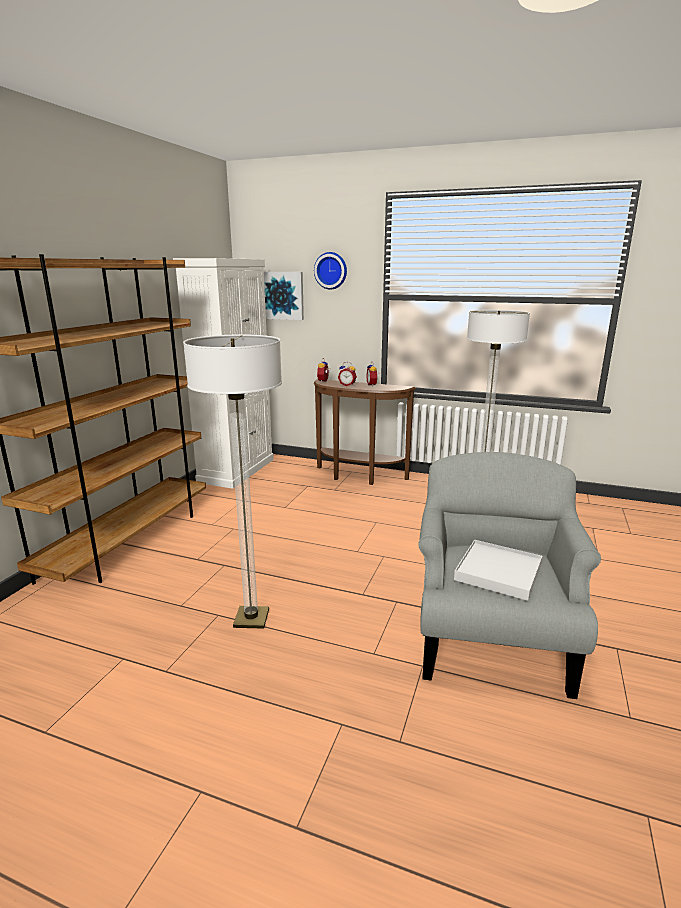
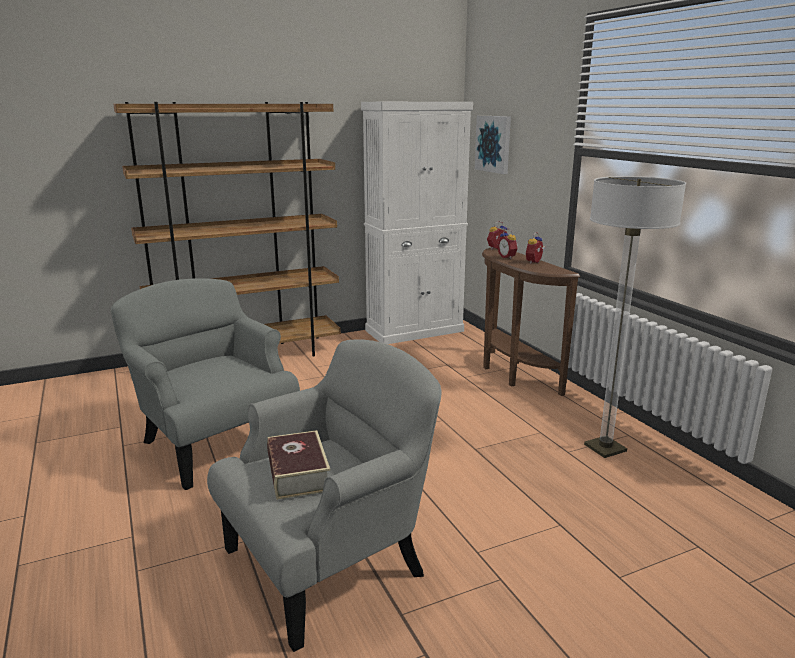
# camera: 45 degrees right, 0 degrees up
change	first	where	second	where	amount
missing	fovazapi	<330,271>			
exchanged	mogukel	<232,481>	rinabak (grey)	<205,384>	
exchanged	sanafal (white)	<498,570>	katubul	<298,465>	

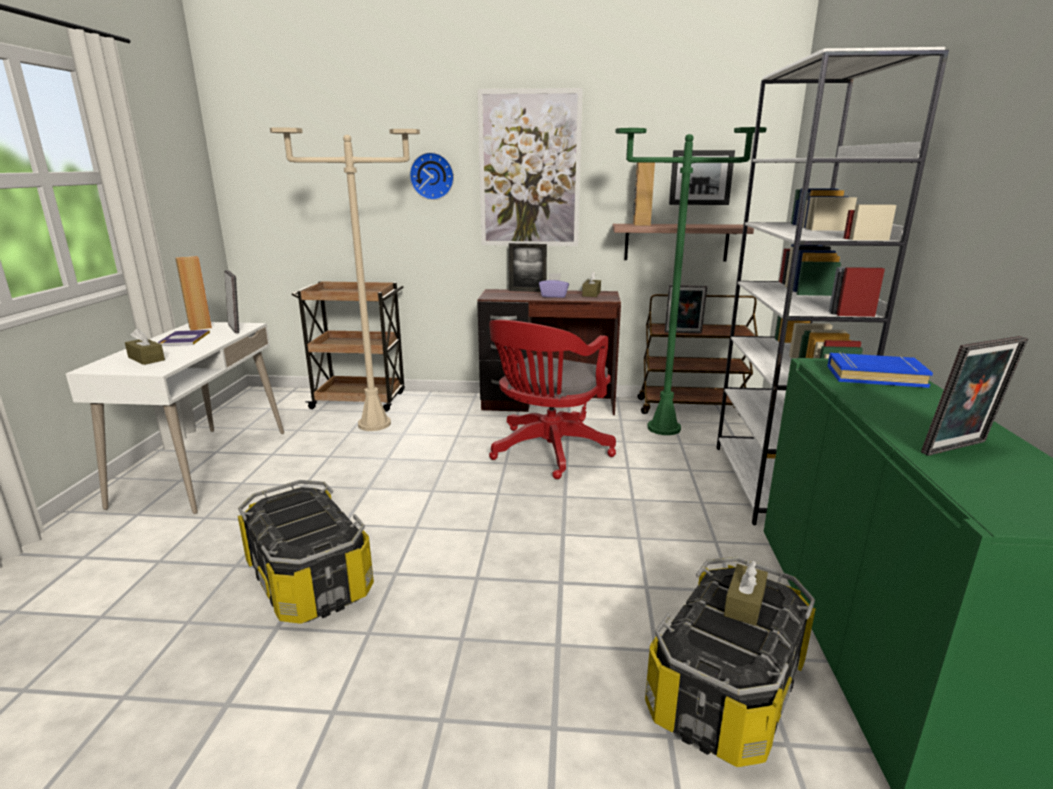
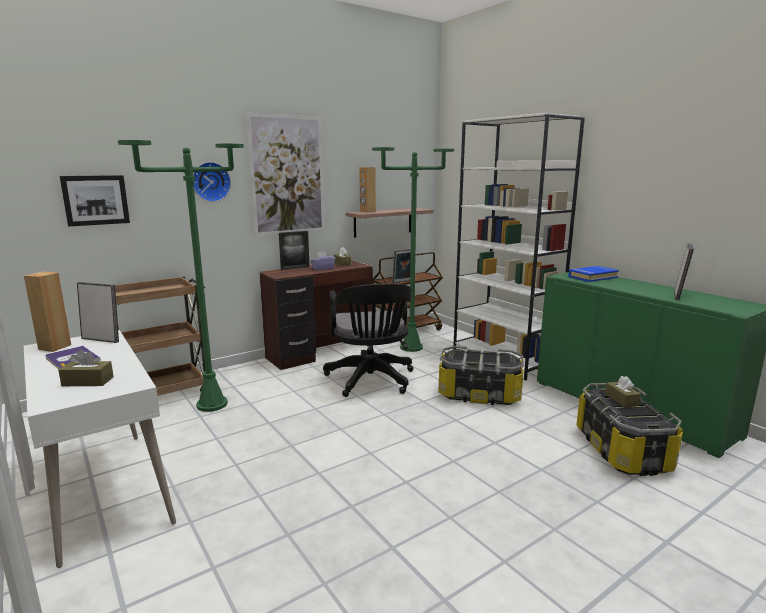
# camera: 40 degrees left, 5 degrees down
change	first	where	second	where	amount
relocated	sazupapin	<306,552>		<481,375>	
relocated	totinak	<702,177>		<95,201>	
colour	mogukel (beige)	<345,279>	mogukel (green)	<181,276>	
colour	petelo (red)	<552,399>	petelo (black)	<368,340>	

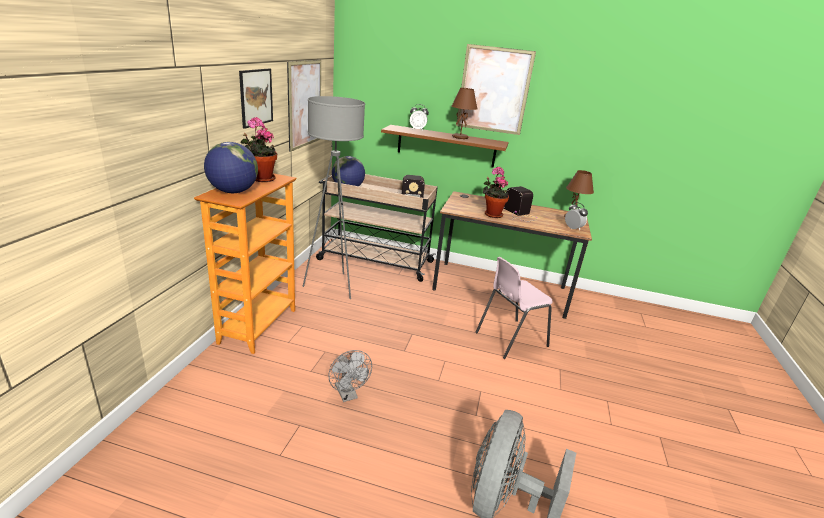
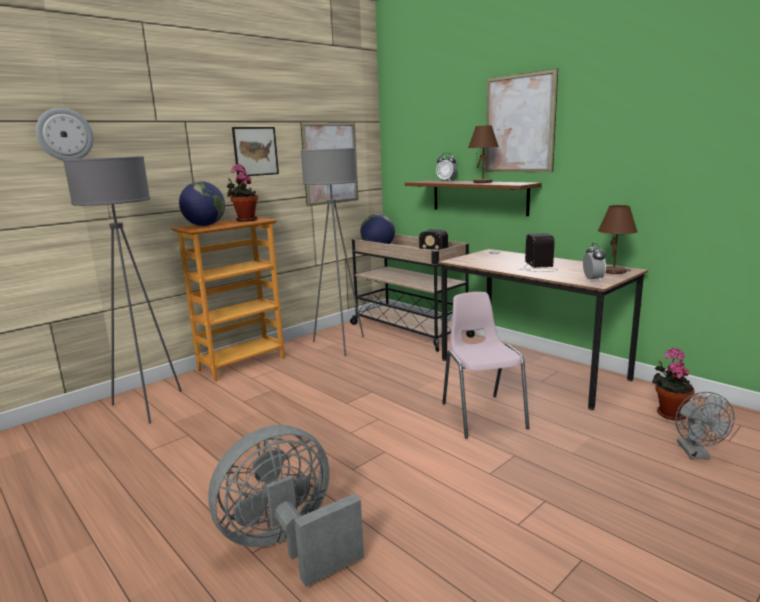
# camera: 35 degrees right, 10 degrees down
change	first	where	second	where	amount
appeared			fovazapi	<65,134>	
appeared			mogukel (grey)	<122,290>	
relocated	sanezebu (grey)	<350,376>		<705,425>	
relocated	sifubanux	<496,192>		<673,384>	
spun	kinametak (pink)	<514,308>		<485,365>	75 degrees clockwise

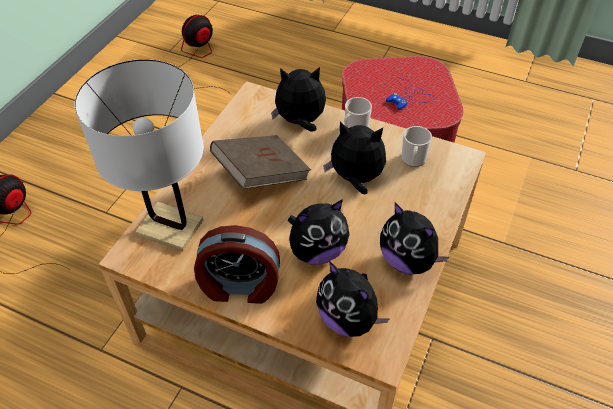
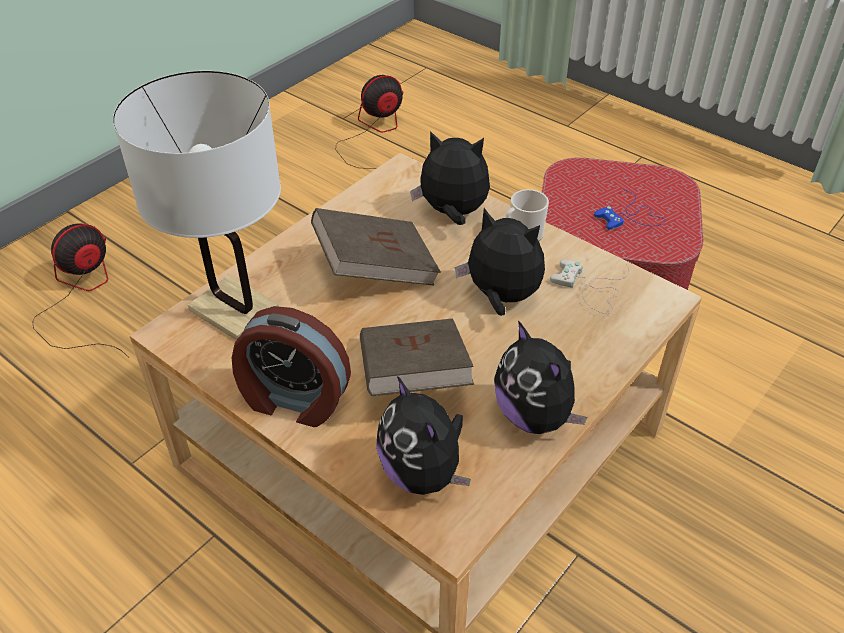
# camera: 15 degrees right, 5 degrees down
change	first	where	second	where	amount
exchanged	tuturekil	<318,232>	katubul (brown)	<417,357>	
exchanged	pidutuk	<416,146>	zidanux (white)	<589,286>	

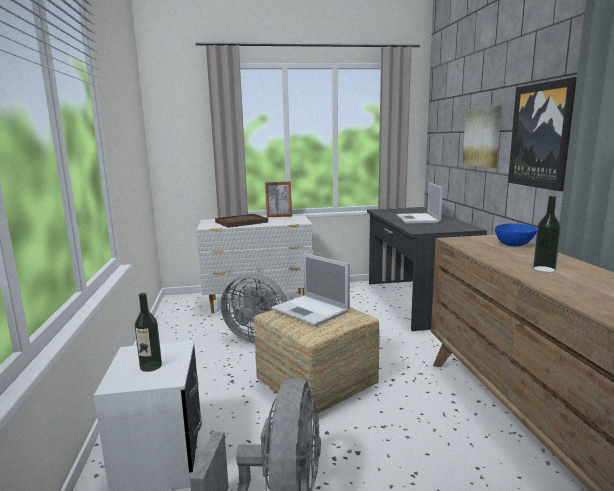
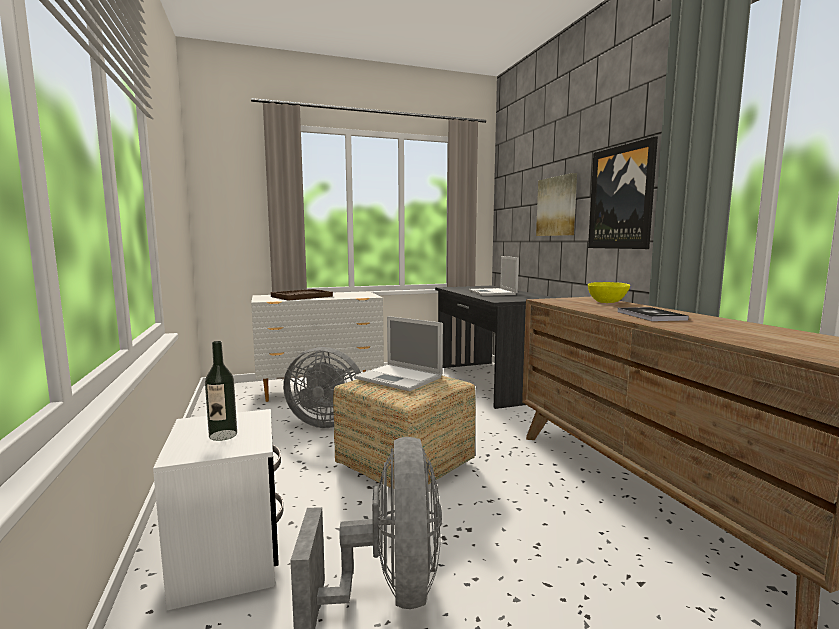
# camera: 10 degrees left, 5 degrees down
change	first	where	second	where	amount
missing	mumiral	<278,199>			
exchanged	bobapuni	<547,234>	katubul	<653,314>	
colour	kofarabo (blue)	<516,235>	kofarabo (yellow)	<609,292>	

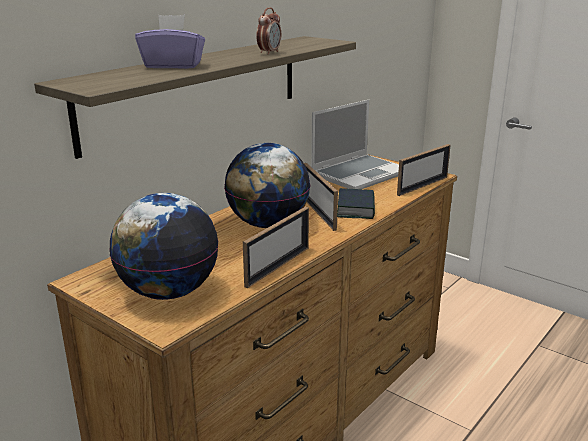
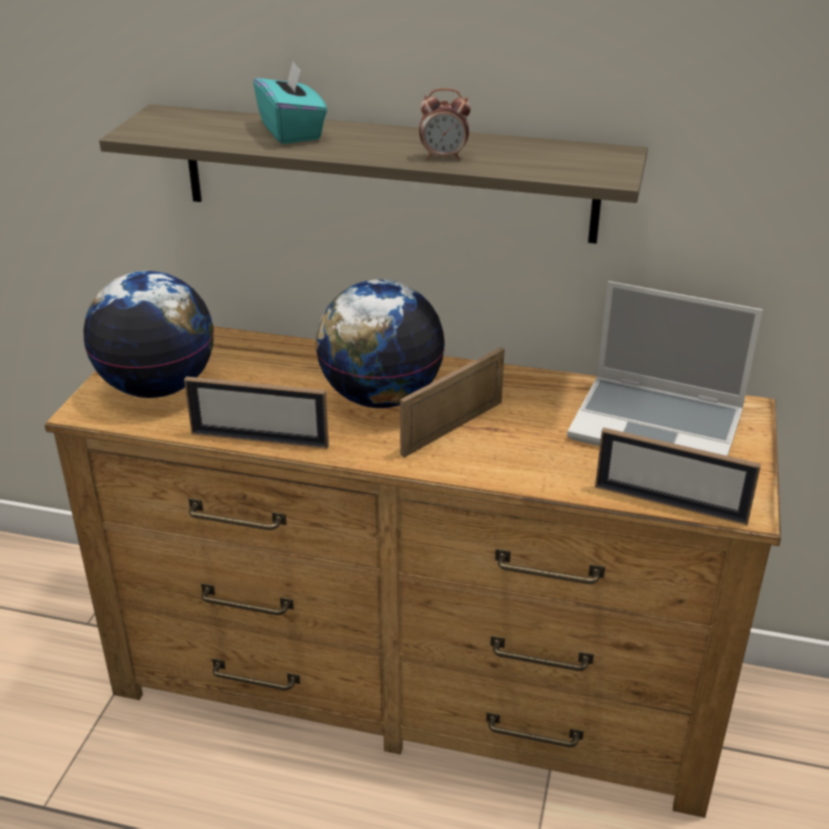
# camera: 65 degrees right, 10 degrees up
change	first	where	second	where	amount
missing	katubul	<356,203>			
colour	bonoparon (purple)	<170,42>	bonoparon (turquoise)	<290,102>	

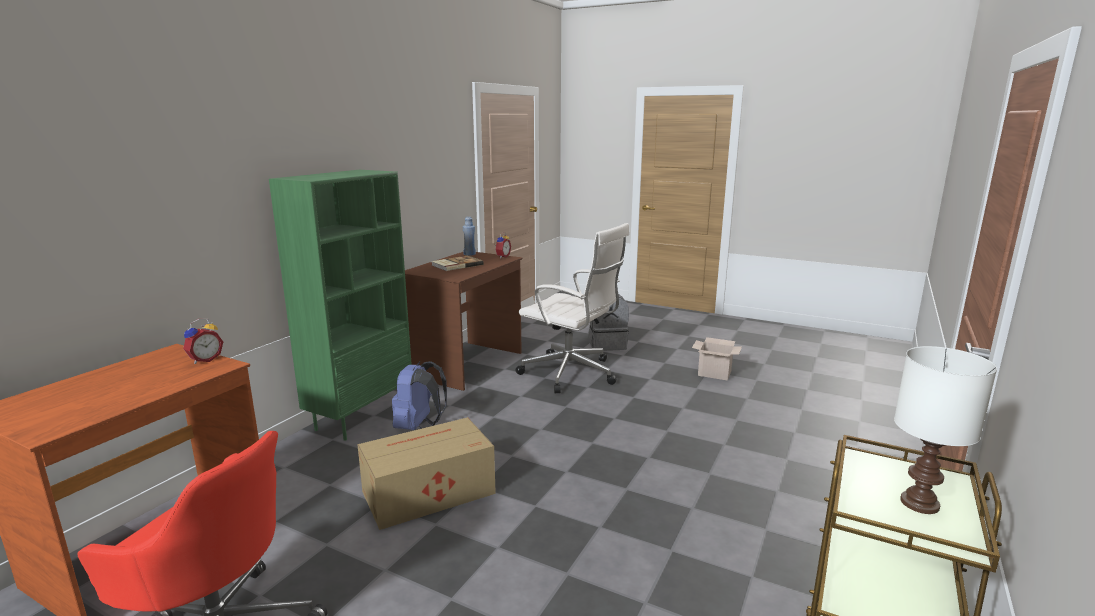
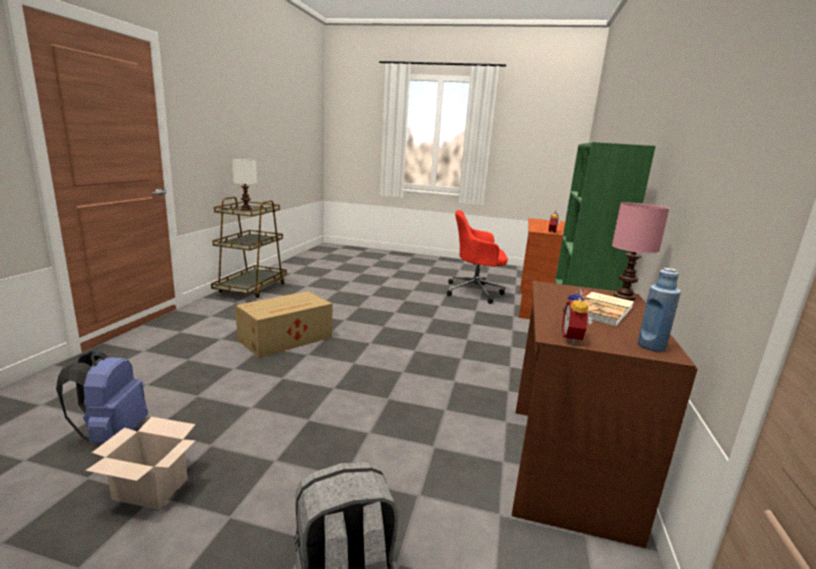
# camera: 165 degrees right, 0 degrees up
change	first	where	second	where	amount
missing	petelo (white)	<572,308>			
appeared			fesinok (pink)	<641,251>	
relocated	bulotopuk	<426,473>		<284,324>	
relocated	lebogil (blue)	<419,395>		<102,397>	

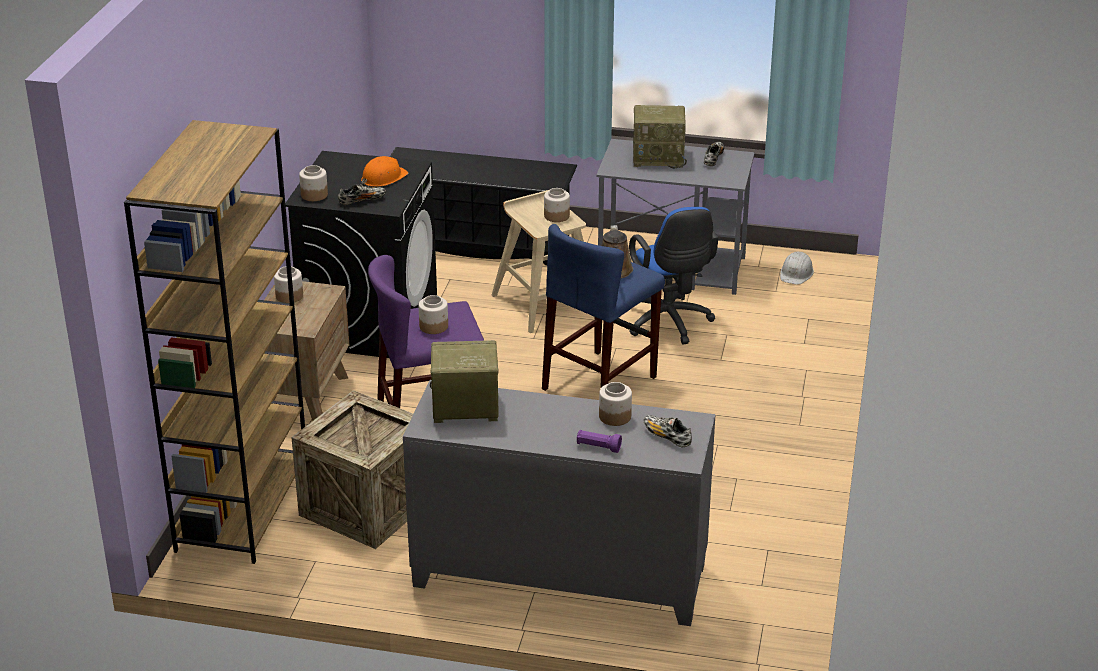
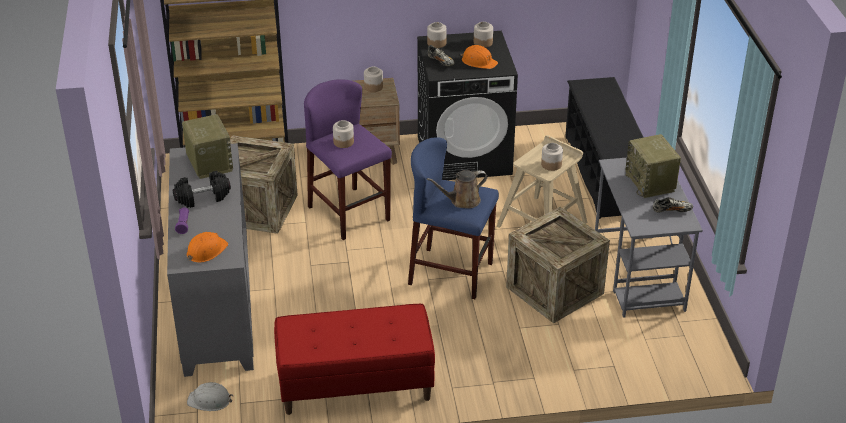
# camera: 70 degrees right, 5 degrees up
change	first	where	second	where	amount
appeared			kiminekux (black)	<202,189>	
appeared			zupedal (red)	<354,359>	
relocated	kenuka	<615,404>		<483,35>	
relocated	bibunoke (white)	<797,268>		<210,396>	
exchanged	petelo (blue)	<673,276>	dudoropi	<558,265>	
exchanged	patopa	<667,431>	bibunoke (orange)	<207,247>	

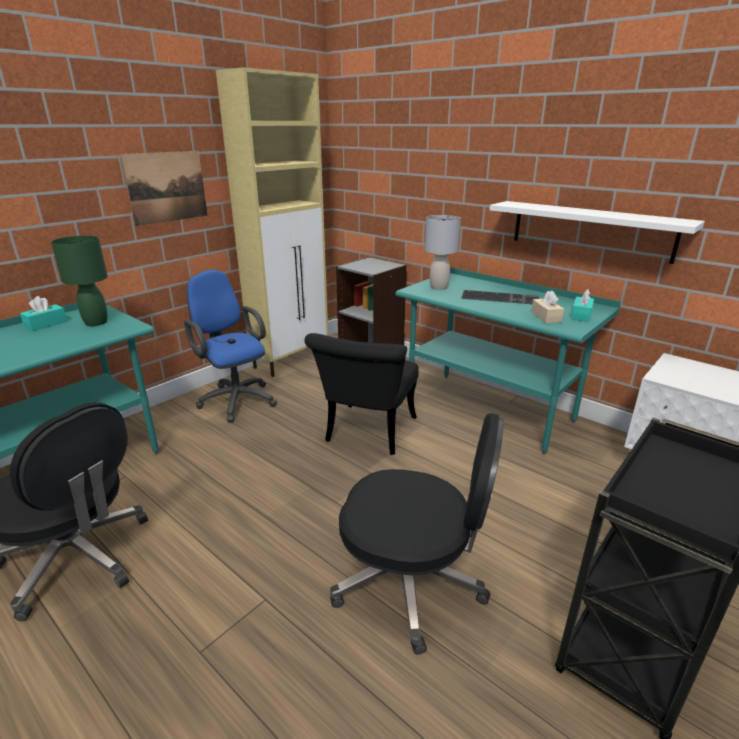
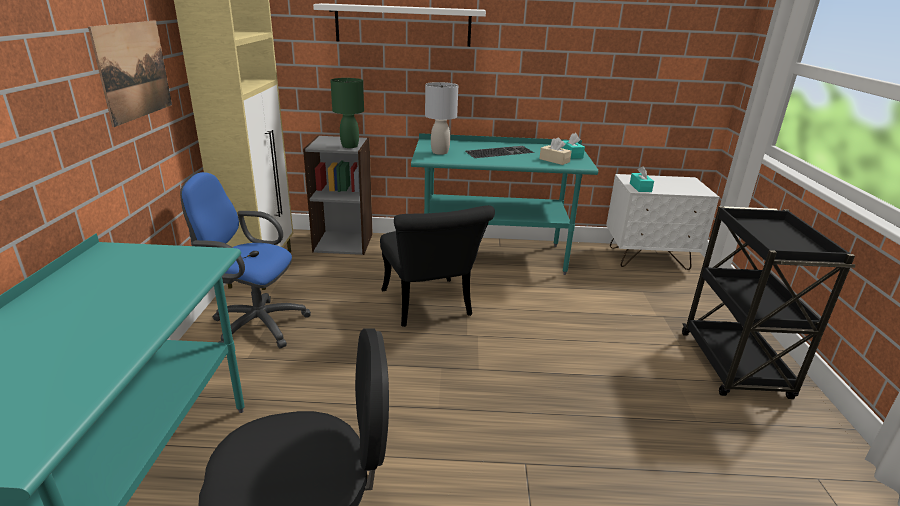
# camera: 40 degrees left, 0 degrees up
change	first	where	second	where	amount
missing	petelo (black)	<417,533>			
relocated	bonoparon (turquoise)	<43,313>		<642,179>	
relocated	fesinok (green)	<79,281>		<347,113>	
relocated	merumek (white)	<597,232>		<399,25>	

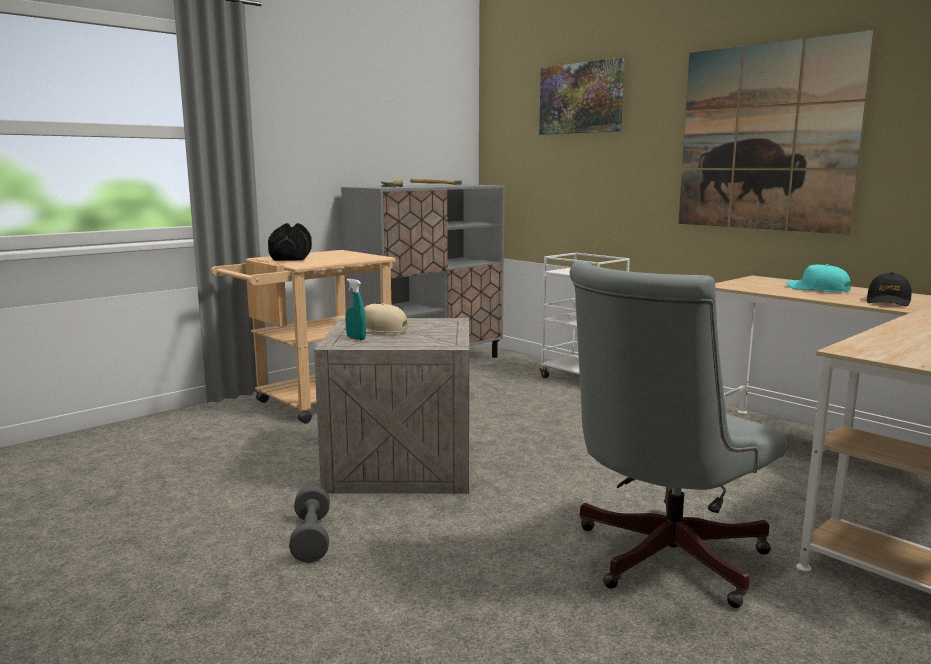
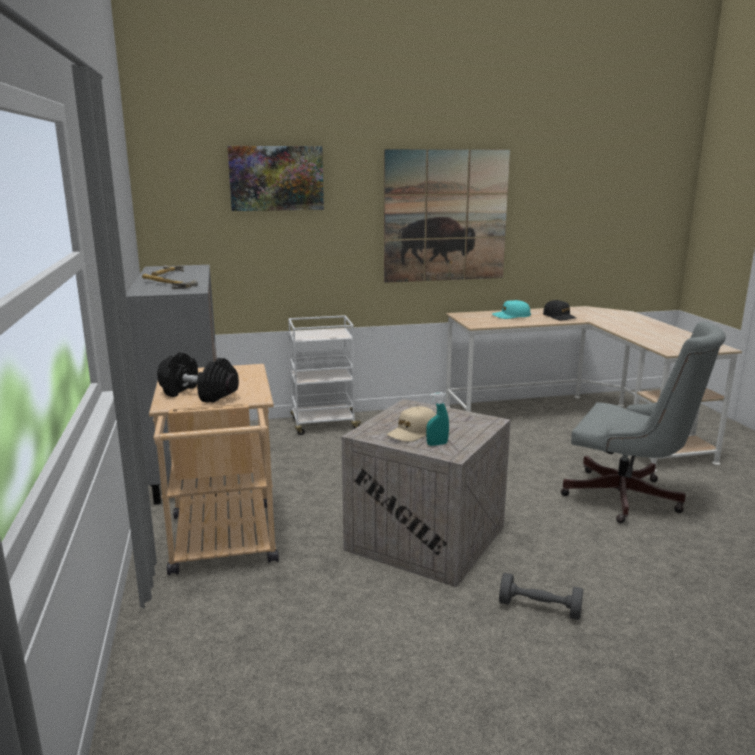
# camera: 60 degrees left, 5 degrees up
change	first	where	second	where	amount
spun	petelo (grey)	<678,434>		<643,422>	45 degrees counterclockwise

